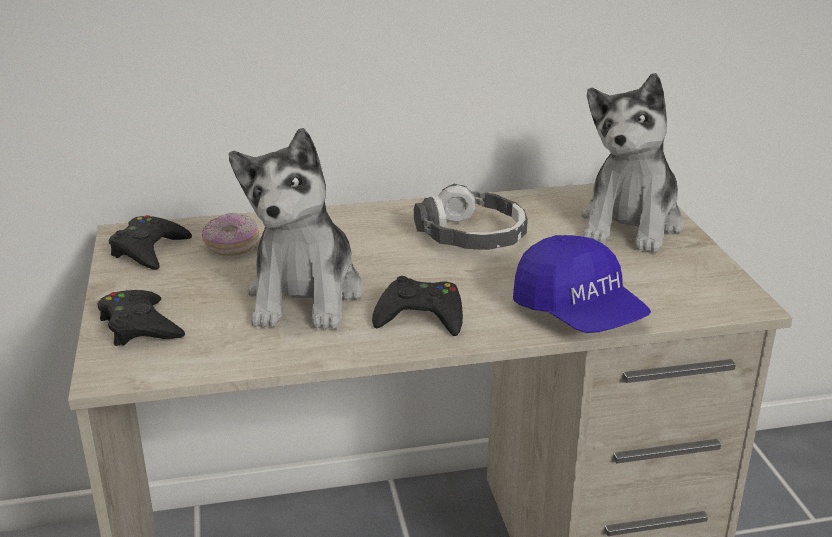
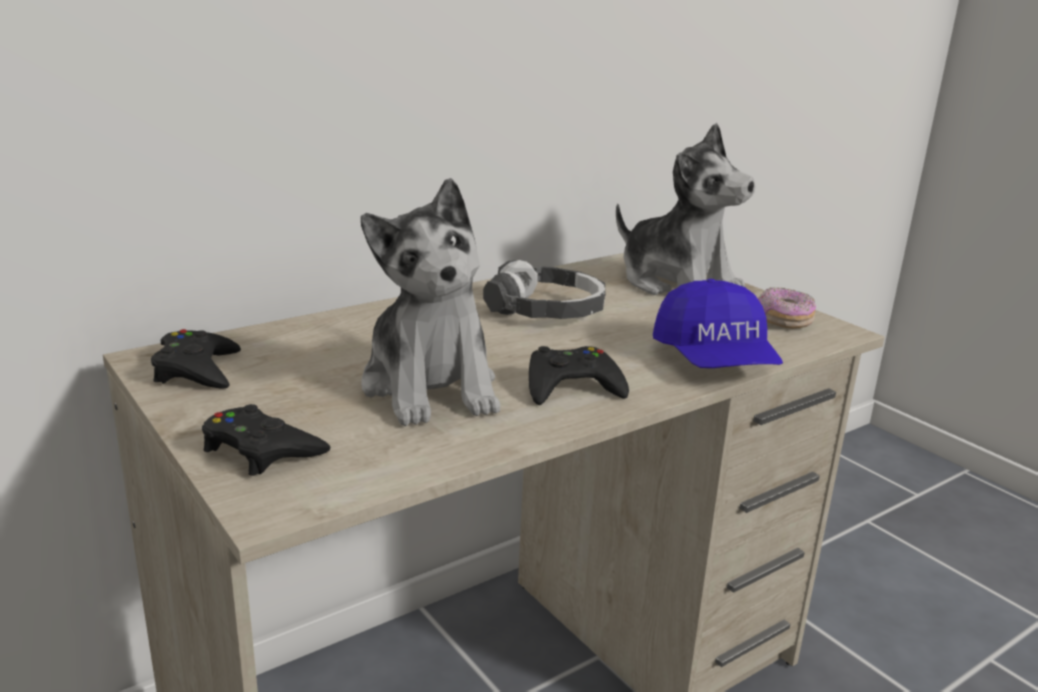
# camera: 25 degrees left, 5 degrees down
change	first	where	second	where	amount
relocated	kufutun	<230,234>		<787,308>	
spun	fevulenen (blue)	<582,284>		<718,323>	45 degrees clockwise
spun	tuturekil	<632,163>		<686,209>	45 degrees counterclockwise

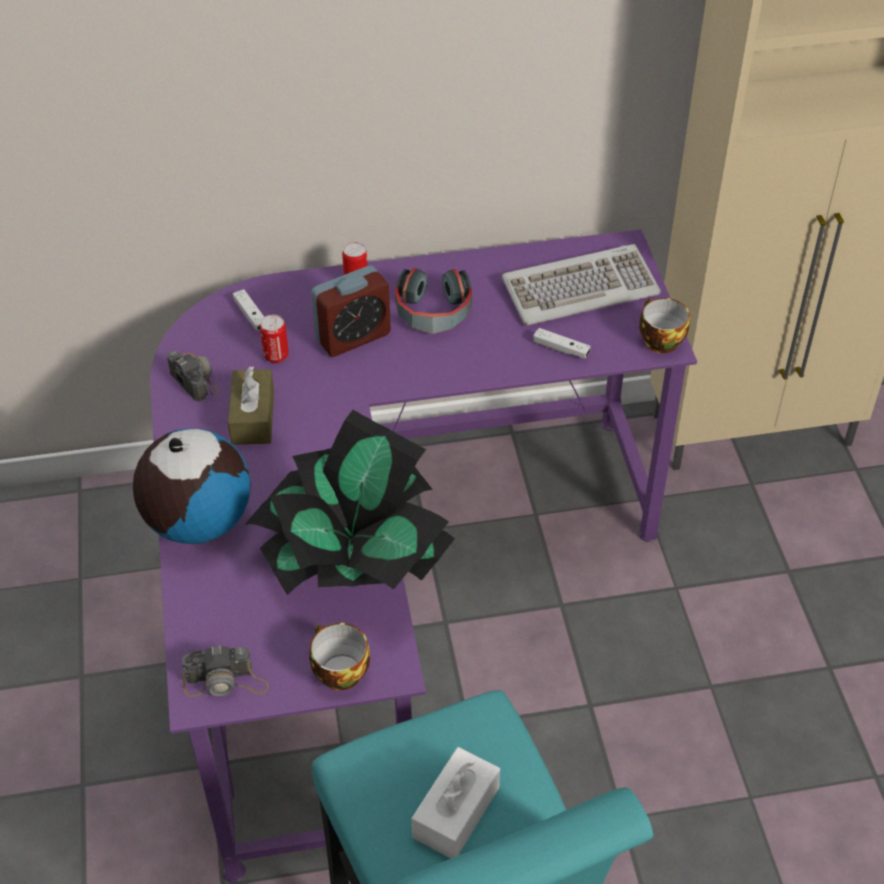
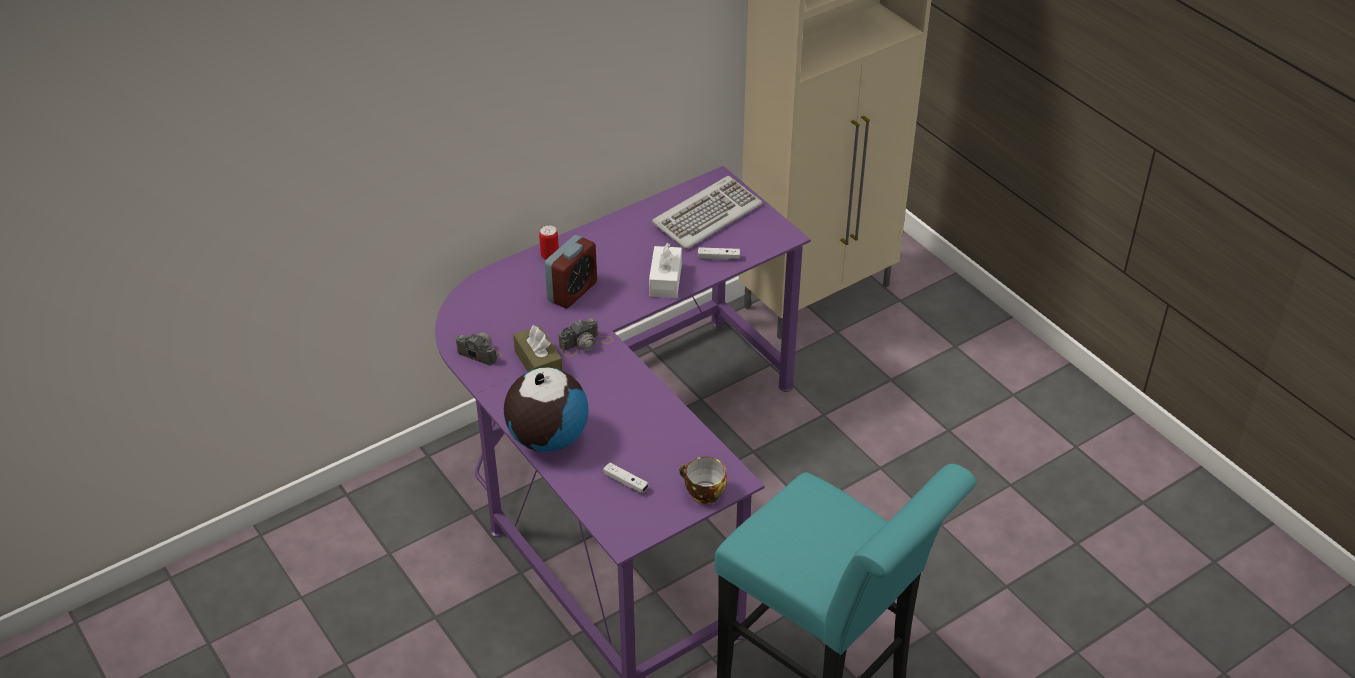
# camera: 25 degrees left, 5 degrees down
change	first	where	second	where	amount
missing	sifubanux	<349,502>			
missing	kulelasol	<274,339>			
missing	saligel	<433,301>			
missing	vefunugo	<664,325>			
relocated	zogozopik	<225,671>		<586,337>	
relocated	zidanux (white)	<248,310>		<625,477>	
relocated	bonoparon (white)	<456,802>		<665,270>	

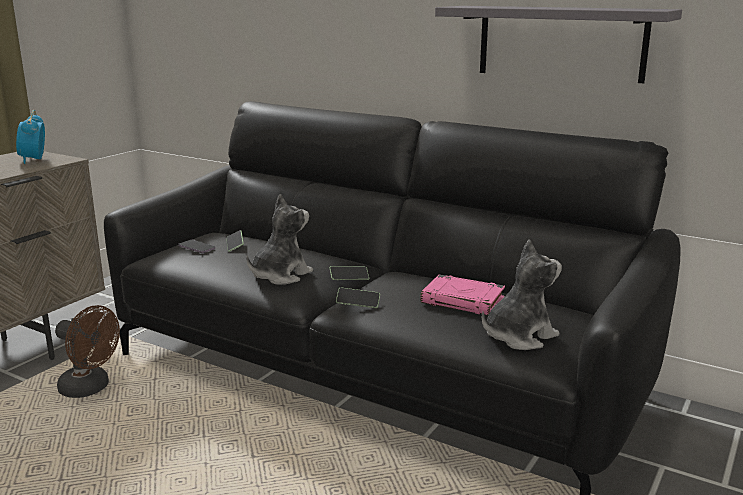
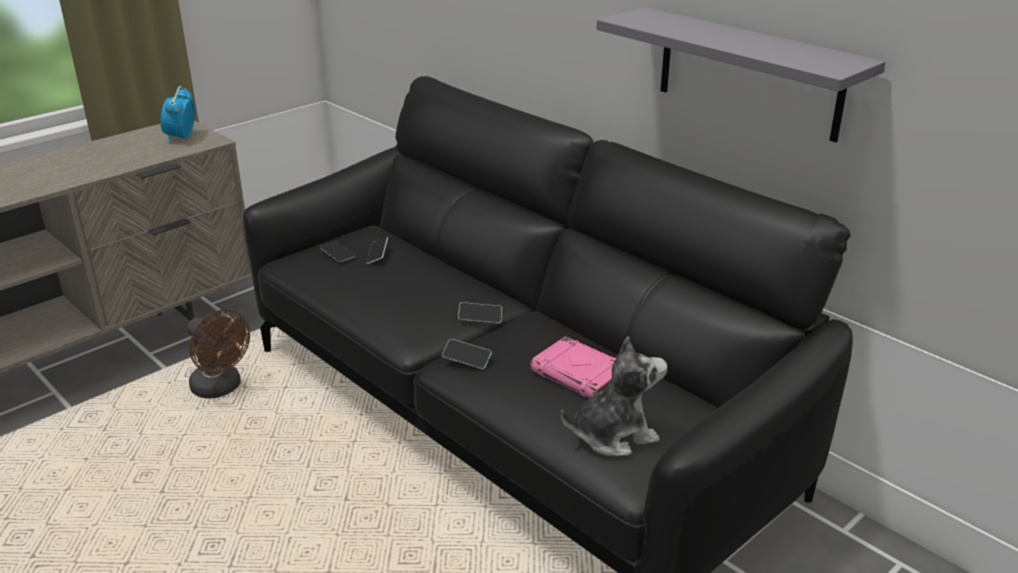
# camera: 15 degrees right, 10 degrees up
change	first	where	second	where	amount
missing	tuturekil	<279,239>			

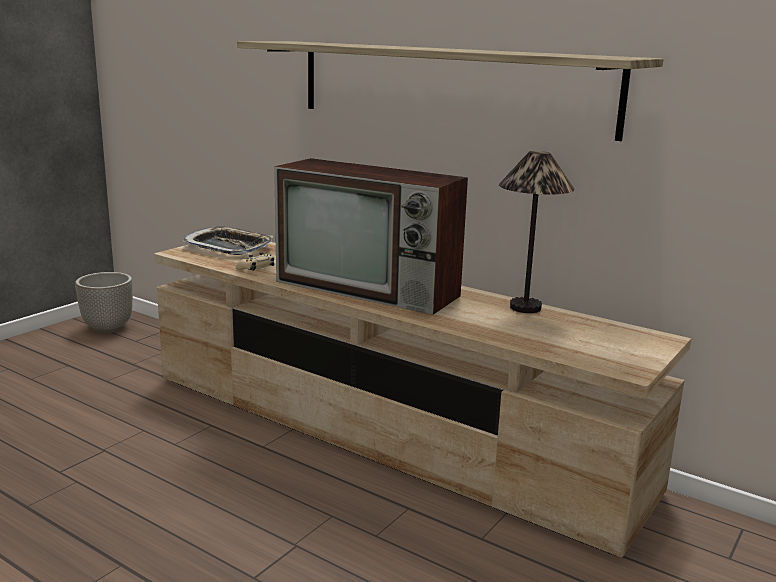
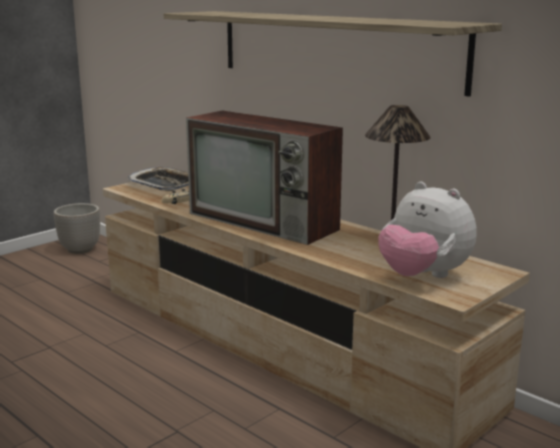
# camera: 10 degrees right, 0 degrees up
change	first	where	second	where	amount
appeared			tuturekil	<427,229>	

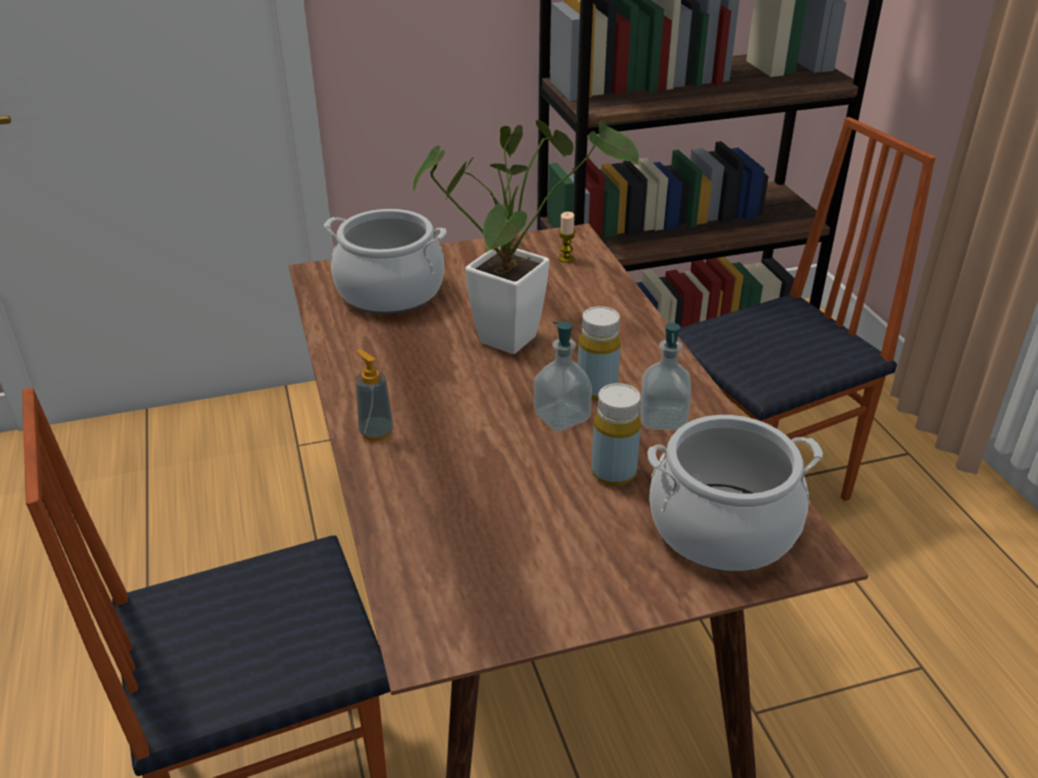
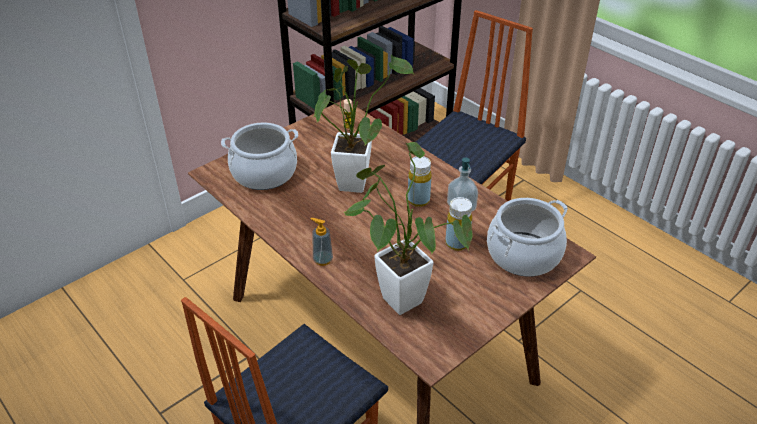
# camera: 25 degrees left, 5 degrees up
change	first	where	second	where	amount
missing	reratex	<563,376>			
appeared			sifubanux	<408,228>	

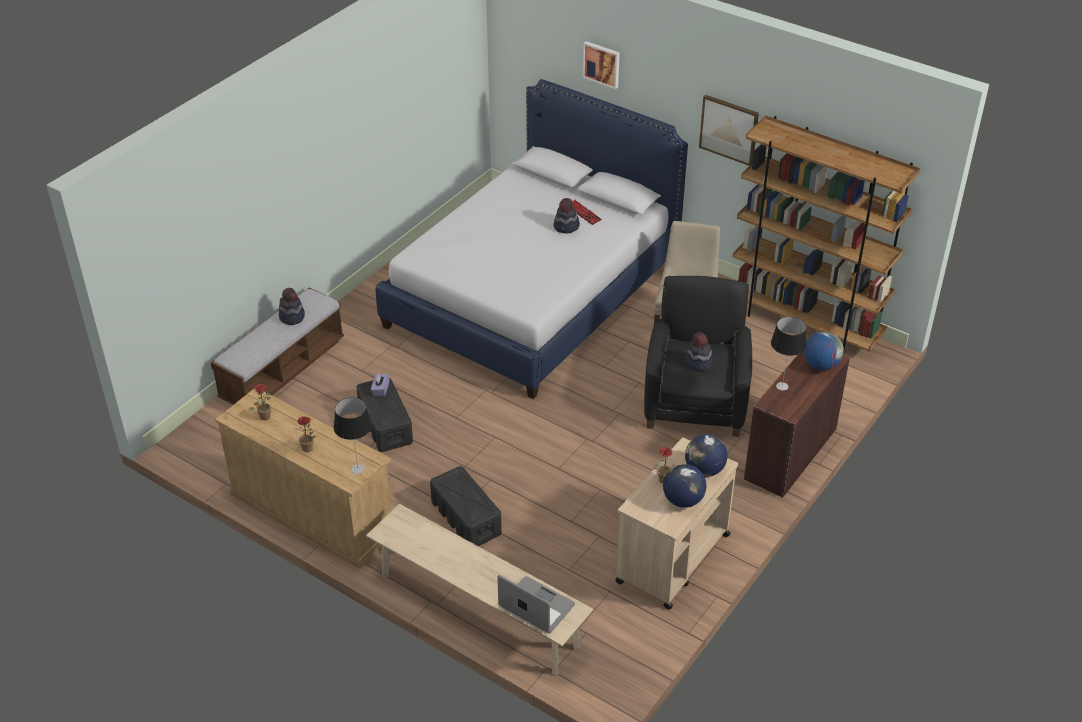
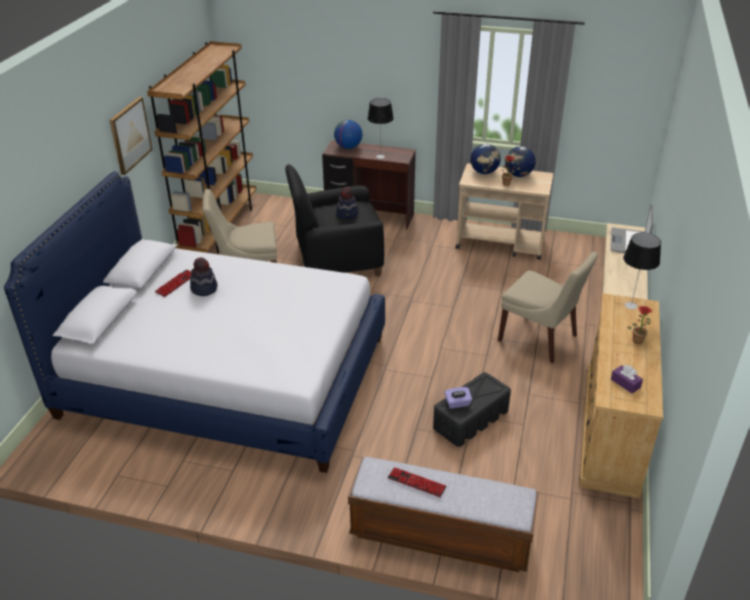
# camera: 110 degrees left, 5 degrees down
change	first	where	second	where	amount
missing	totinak	<601,65>			
exchanged	sifubanux	<260,402>	bonoparon (purple)	<627,379>	
exchanged	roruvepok	<292,306>	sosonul	<417,482>	
exchanged	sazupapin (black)	<466,506>	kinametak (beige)	<548,307>	

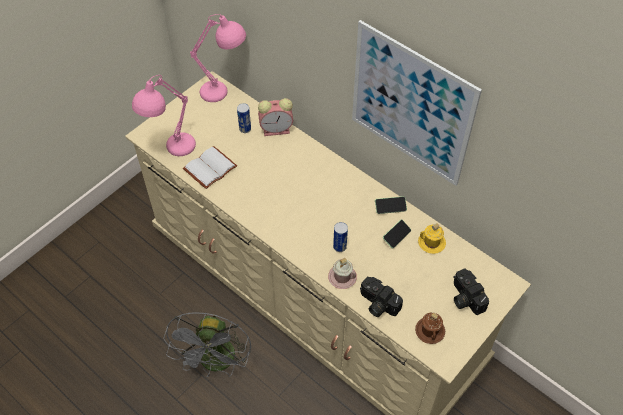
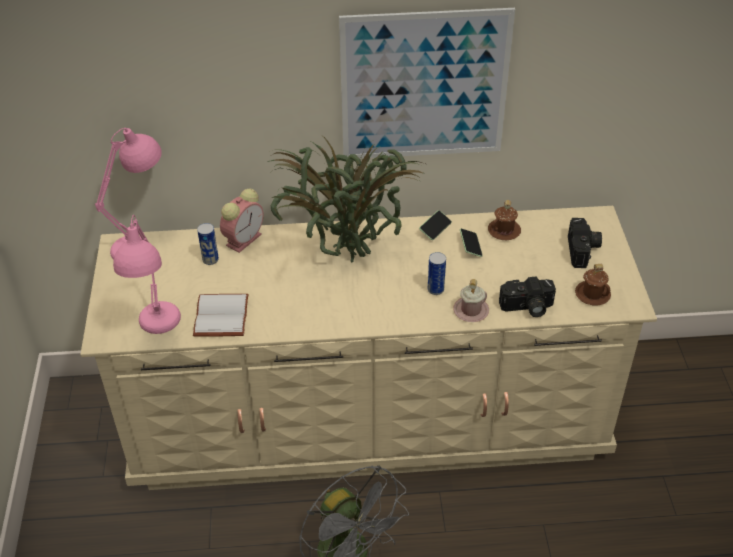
# camera: 45 degrees left, 10 degrees down
change	first	where	second	where	amount
appeared			sifubanux	<347,198>	
colour	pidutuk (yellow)	<432,238>	pidutuk (brown)	<504,220>	
spun	zogozopik	<471,291>		<585,243>	105 degrees counterclockwise

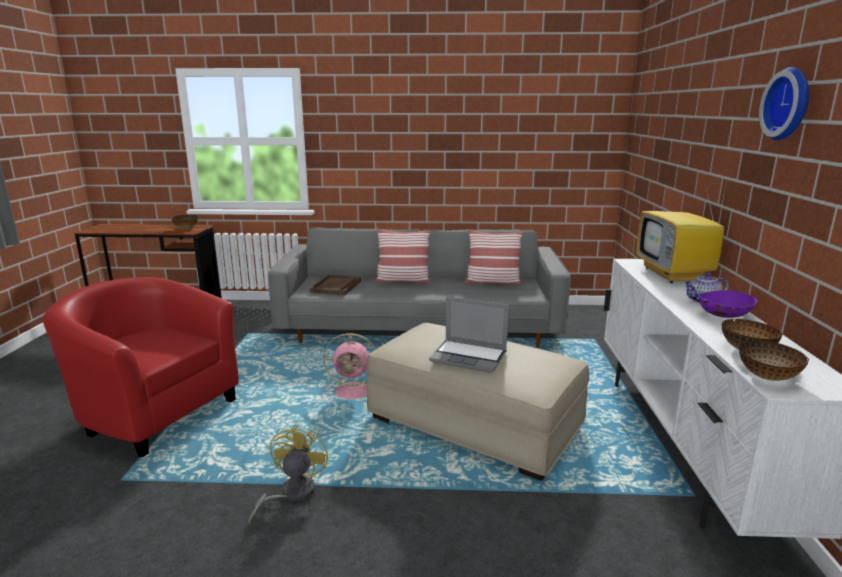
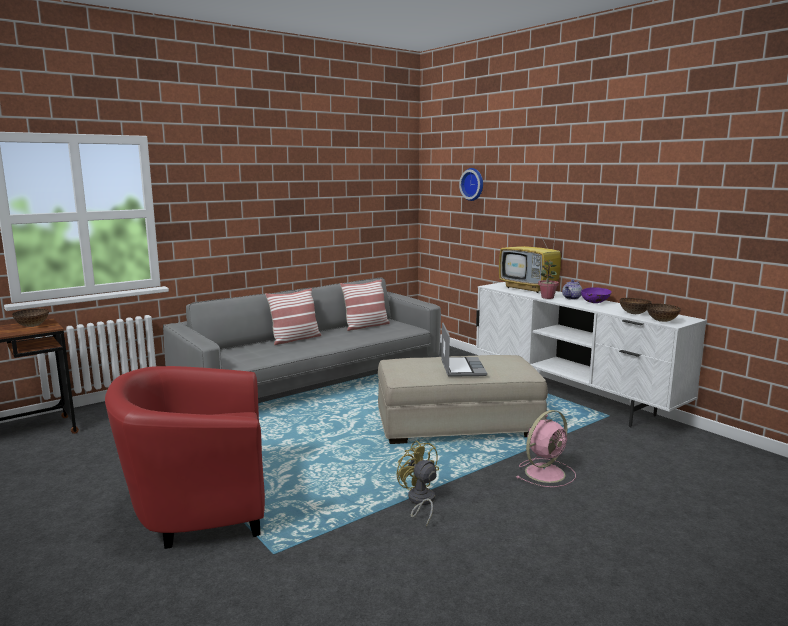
# camera: 40 degrees left, 5 degrees down
change	first	where	second	where	amount
missing	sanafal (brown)	<335,285>			
appeared			sifubanux	<548,279>	
relocated	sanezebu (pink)	<349,367>		<546,448>	
relocated	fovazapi	<784,103>		<471,184>	
spun	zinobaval	<469,335>		<464,350>	75 degrees counterclockwise

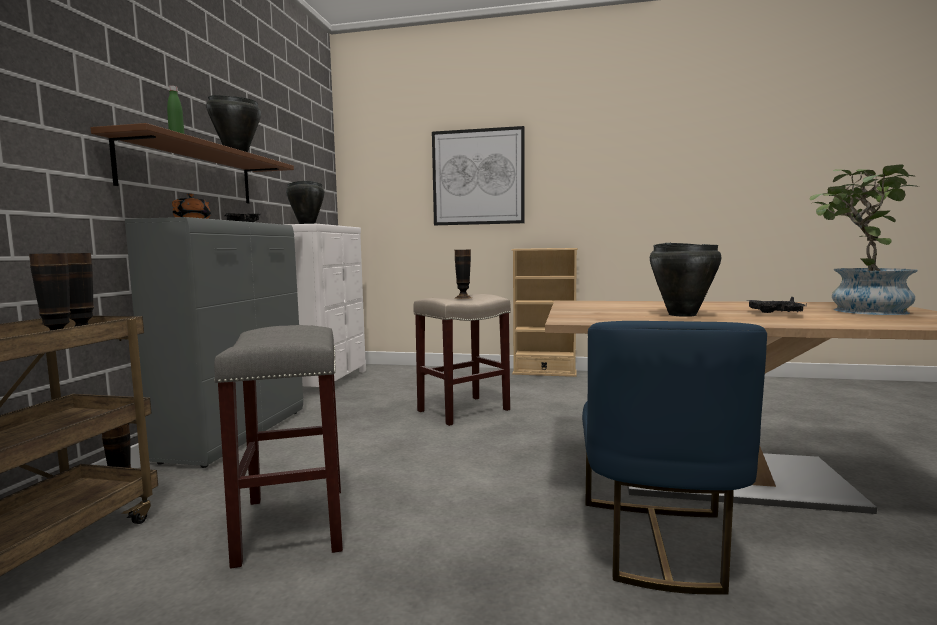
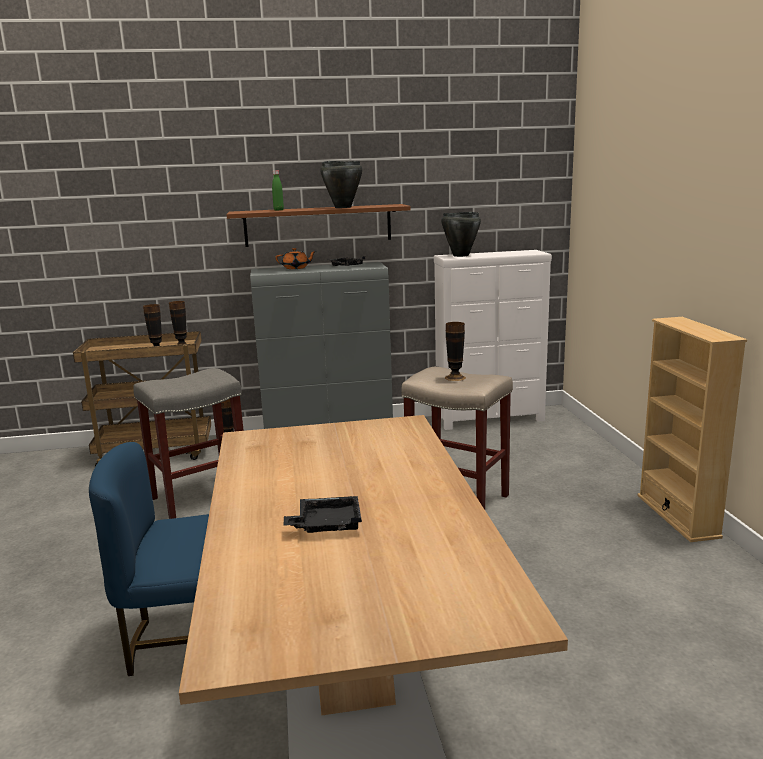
# camera: 70 degrees right, 10 degrees up
change	first	where	second	where	amount
missing	totinak	<478,175>			
missing	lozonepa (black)	<685,280>			
missing	sifubanux	<864,239>			

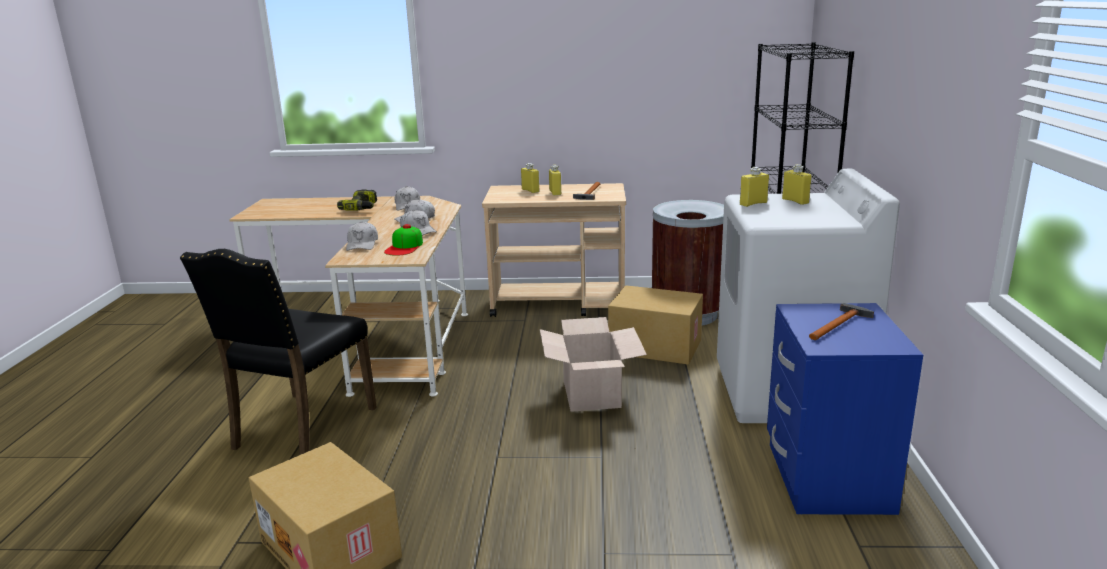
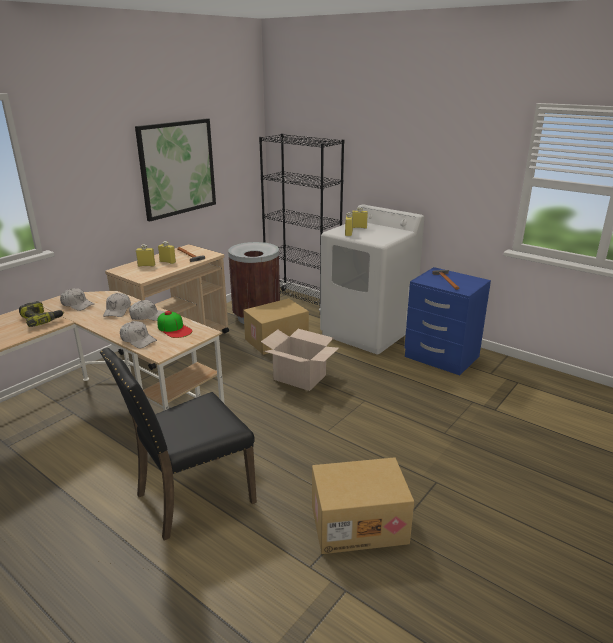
# camera: 55 degrees left, 5 degrees up
change	first	where	second	where	amount
appeared			totinak	<175,170>	
spun	kinametak (black)	<278,352>		<178,444>	90 degrees clockwise

